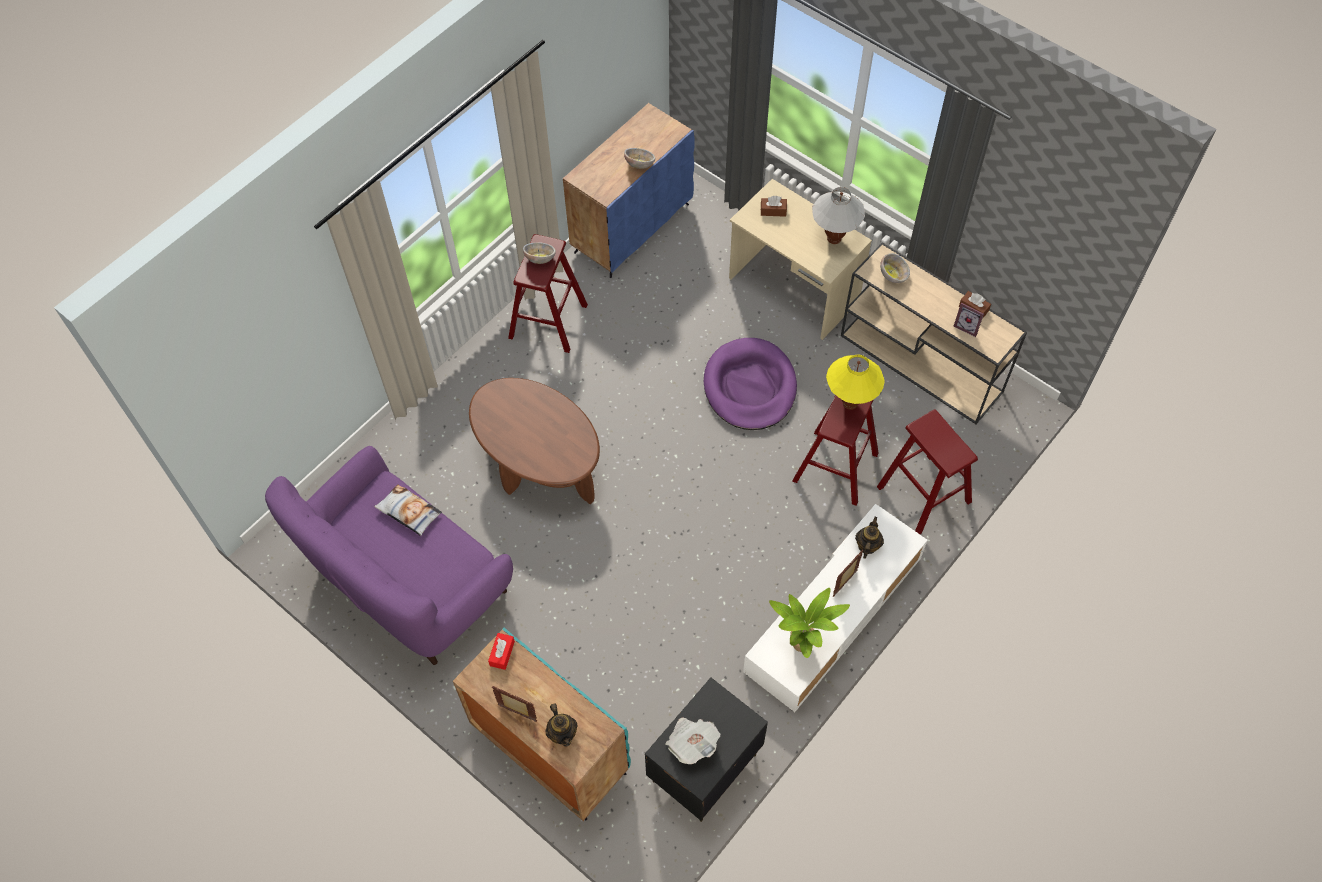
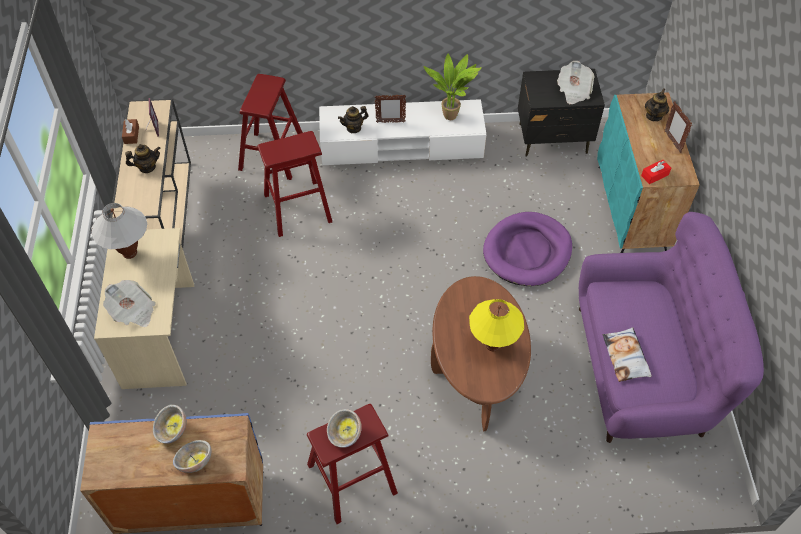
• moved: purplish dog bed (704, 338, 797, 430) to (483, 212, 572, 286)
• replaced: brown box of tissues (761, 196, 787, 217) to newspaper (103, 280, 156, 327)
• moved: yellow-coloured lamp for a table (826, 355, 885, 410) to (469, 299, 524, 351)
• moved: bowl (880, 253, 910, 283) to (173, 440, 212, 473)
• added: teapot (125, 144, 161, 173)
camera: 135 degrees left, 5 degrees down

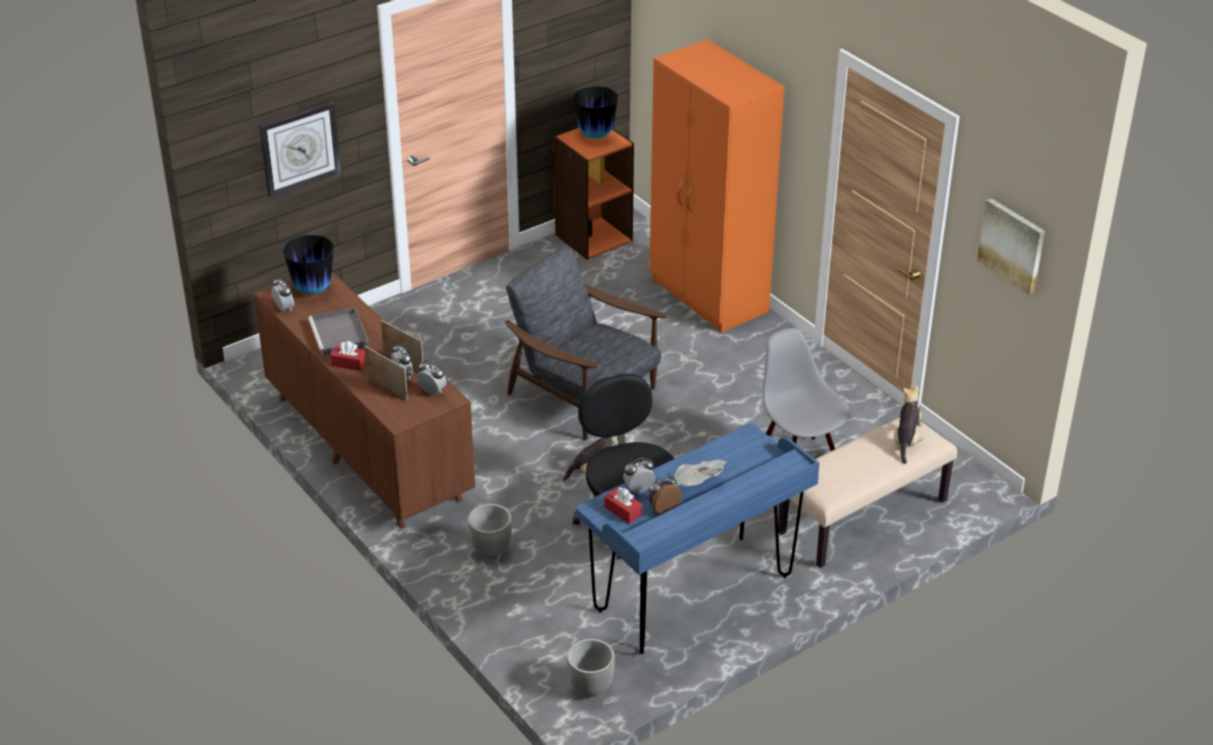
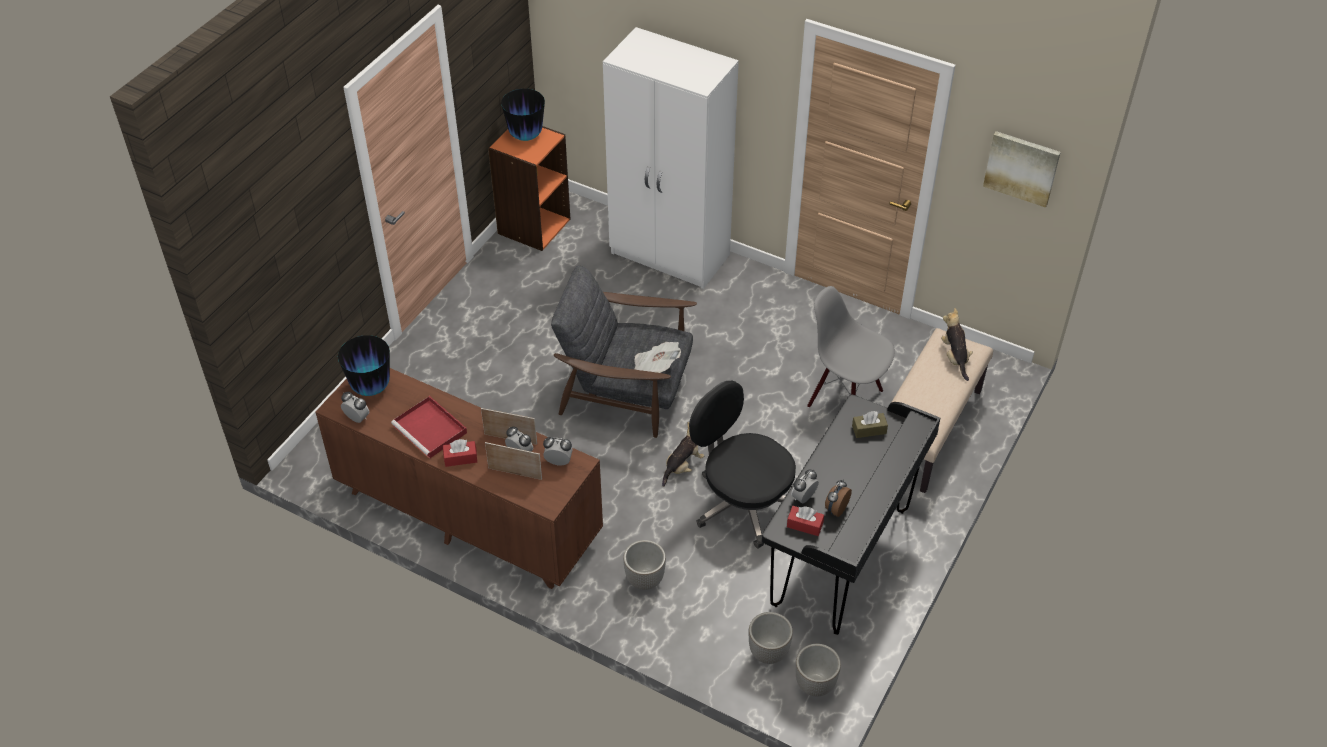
• removed: clock on the wall (259, 101, 341, 198)
• recoloured: greyish serving tray (308, 308, 369, 356) to reddish serving tray (391, 396, 467, 459)
• recoloured: blue desk table (576, 423, 819, 654) to black-coloured desk table (762, 394, 940, 635)
• recoloured: orangey clothes cupboard (649, 39, 784, 333) to white clothes cupboard (603, 27, 739, 289)
• moved: newspaper (668, 459, 727, 486) to (635, 342, 681, 373)
• added: flower pot (748, 612, 793, 664)
• added: brown box of tissues (852, 411, 888, 438)
camera: 25 degrees left, 10 degrees up

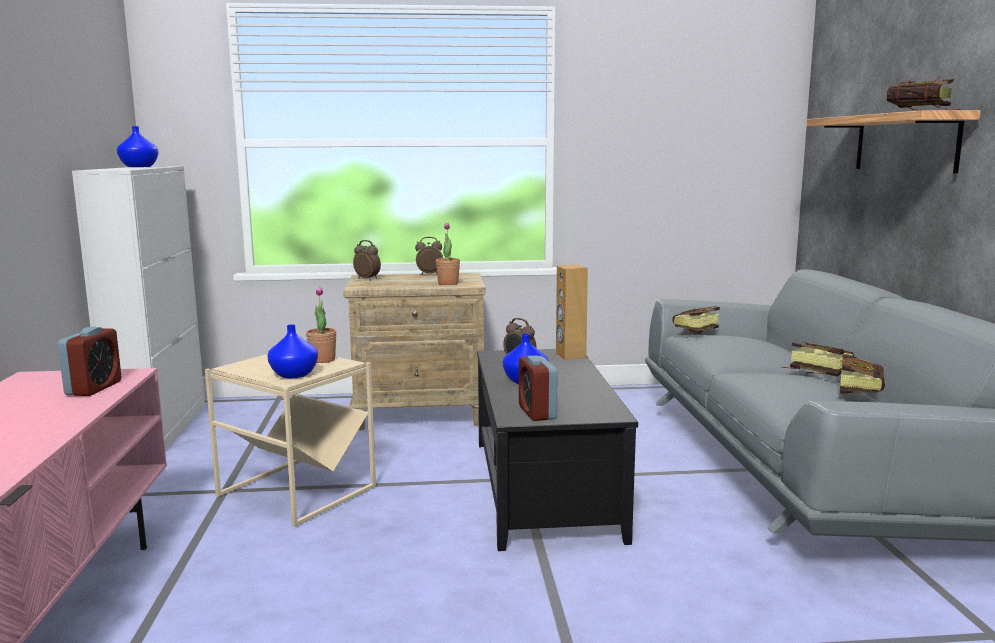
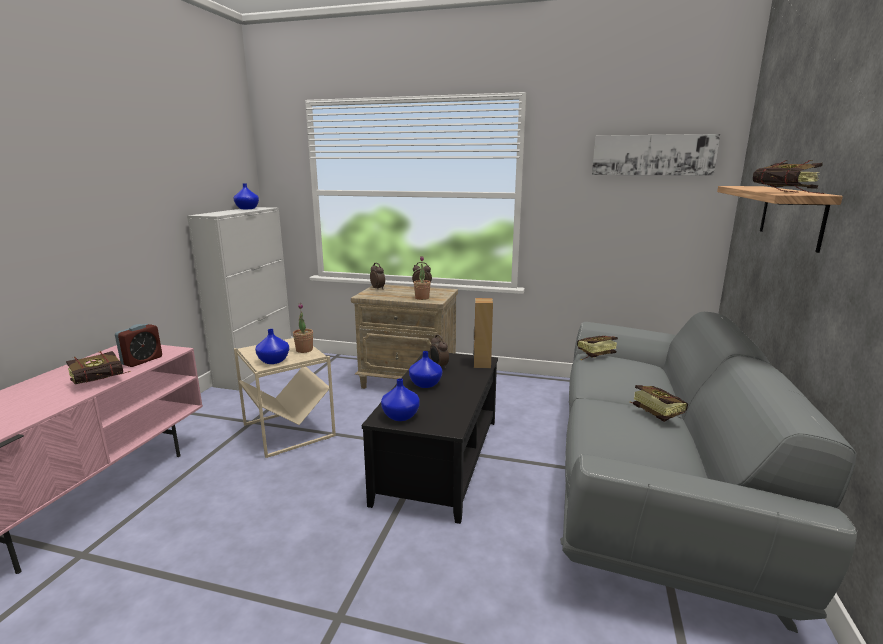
• replaced: bedside clock (519, 355, 558, 421) to blue flower vase (381, 378, 420, 421)
• moved: book (840, 354, 885, 394) to (66, 351, 130, 384)
• added: wall art (592, 134, 720, 176)
camera: 20 degrees right, 5 degrees up

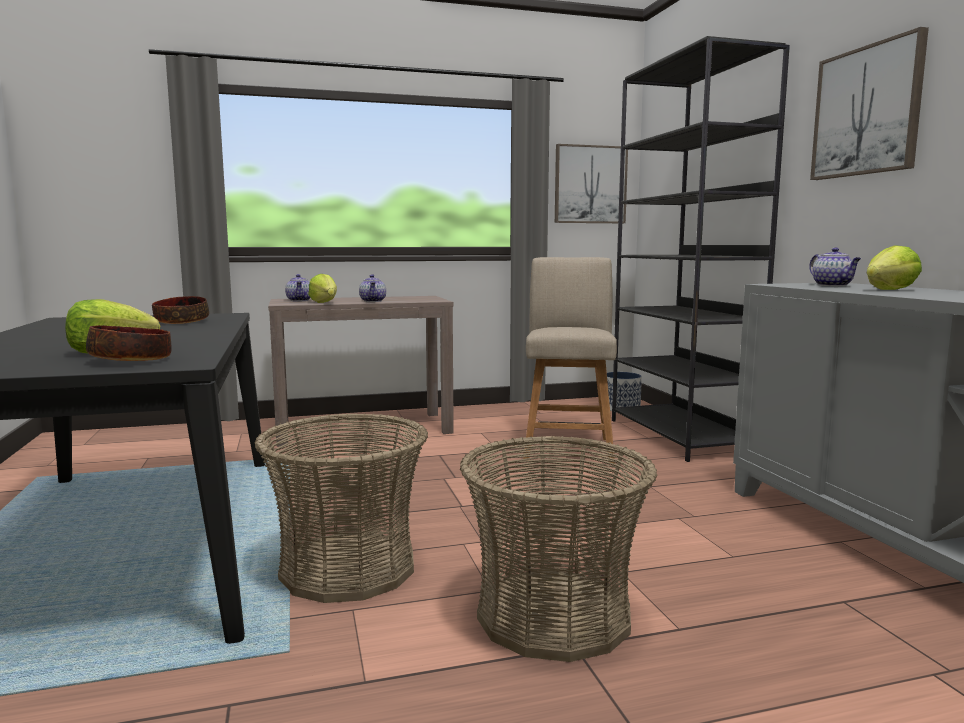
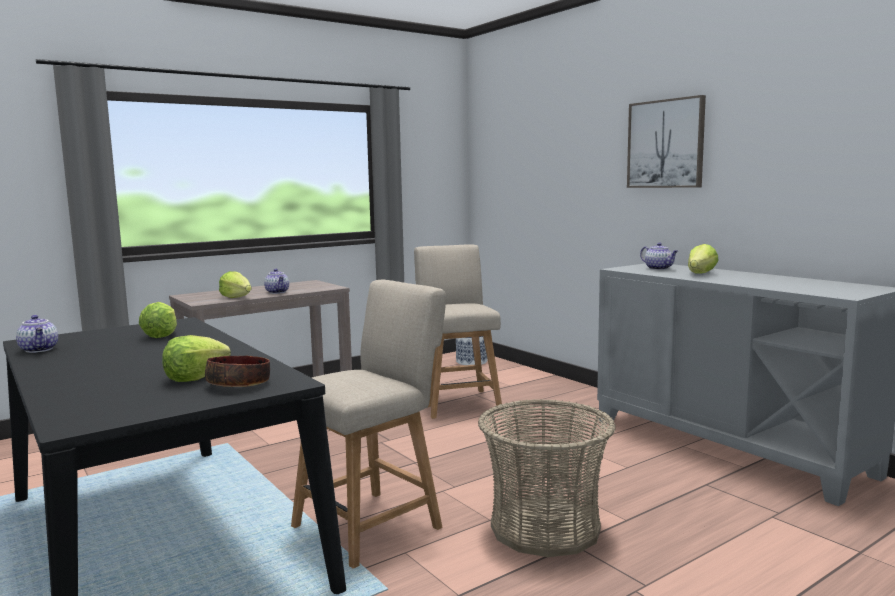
• replaced: bowl (152, 296, 209, 324) to lettuce (139, 302, 177, 338)
• replaced: basket (255, 413, 428, 603) to beige-coloured plain chair (291, 280, 446, 569)
• moved: teapot (285, 274, 310, 301) to (16, 315, 58, 353)
• removed: wall art (555, 144, 628, 223)
• removed: black-coloured bookshelf (612, 36, 790, 462)
camera: 20 degrees left, 0 degrees up

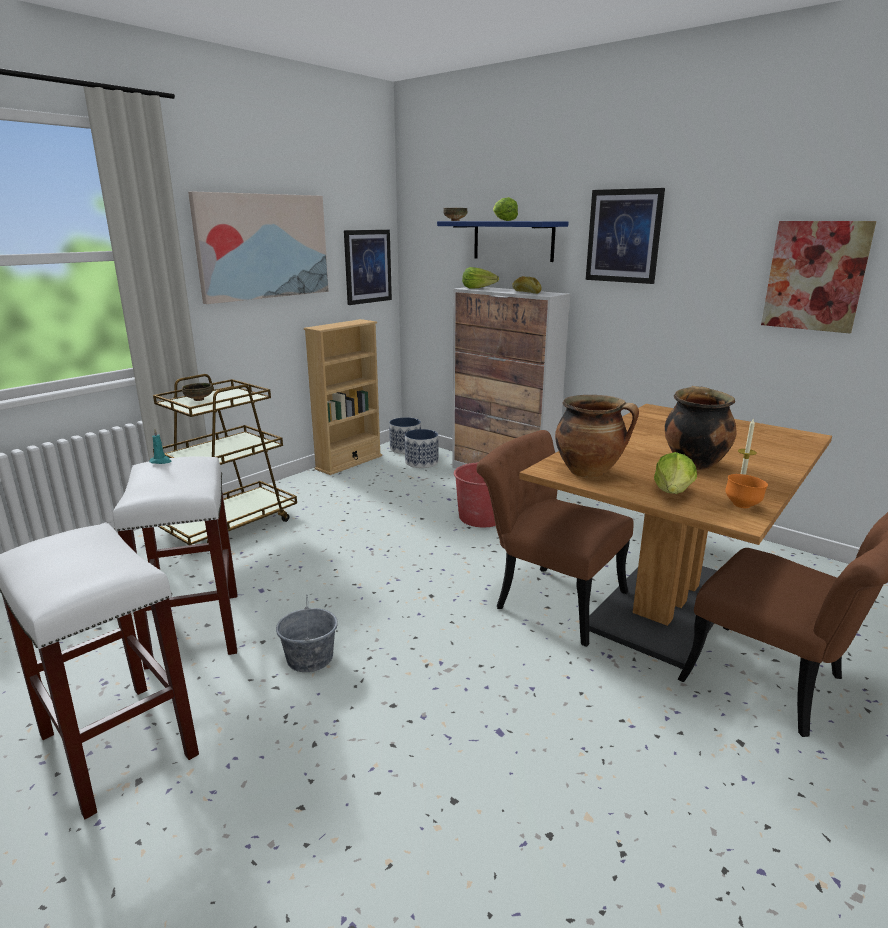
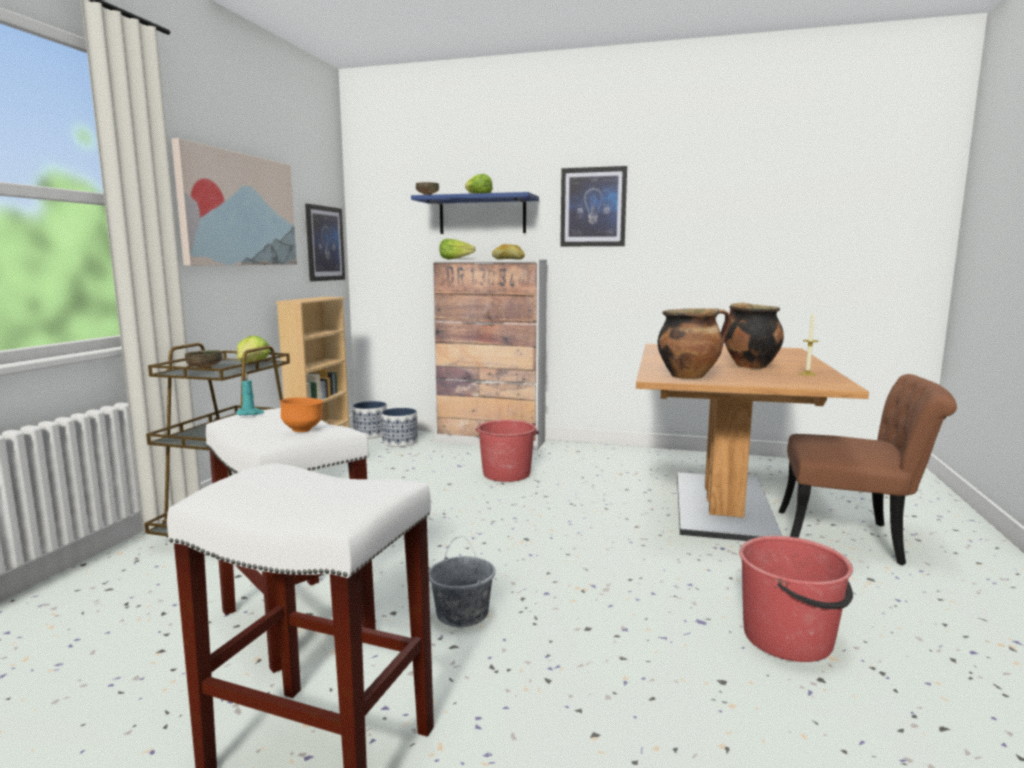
• removed: brown plain chair (476, 430, 634, 647)
• moved: lettuce (654, 452, 697, 494) to (237, 335, 271, 363)
• moved: orangey bowl (725, 474, 768, 508) to (280, 397, 323, 432)
• removed: wall art (761, 221, 876, 333)
• added: reddish bucket (739, 536, 853, 662)
camera: 25 degrees left, 10 degrees down

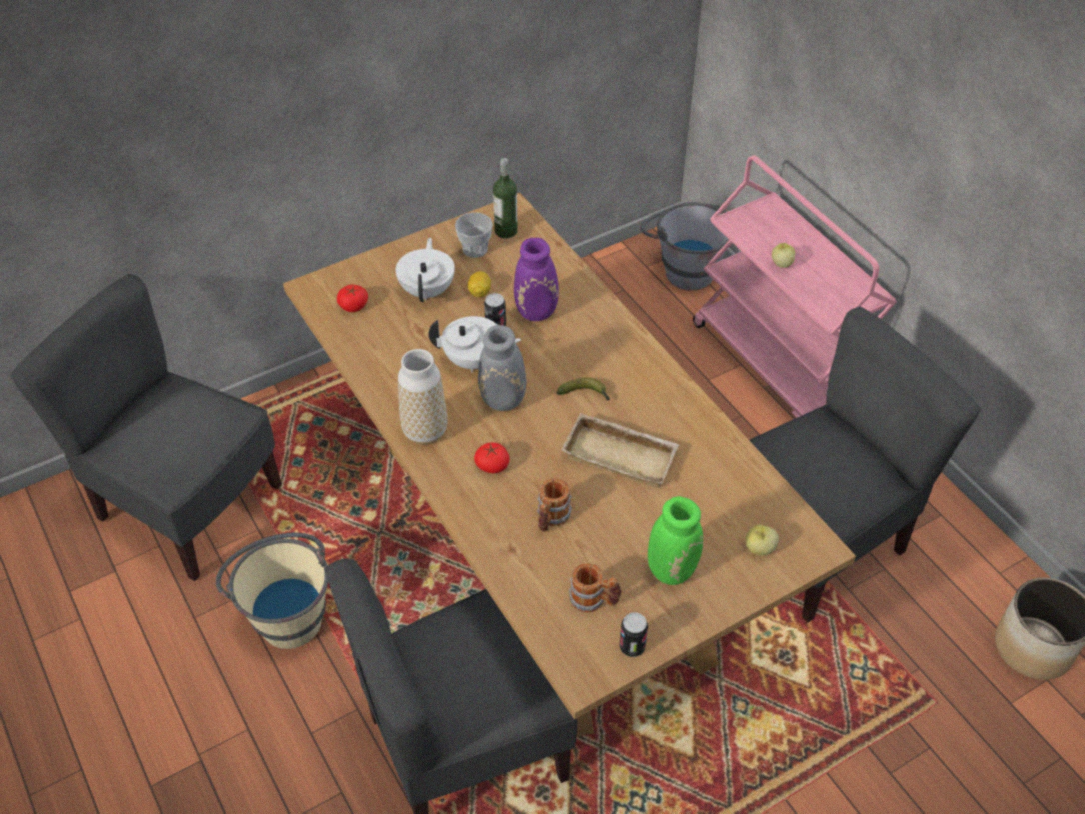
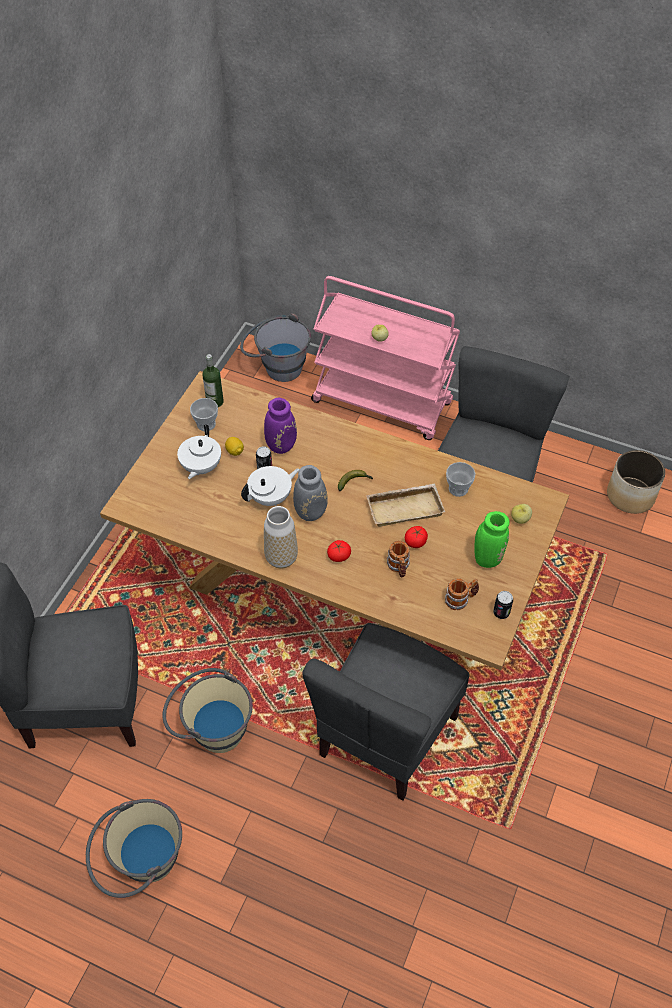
• moved: fresh tomato (337, 285, 368, 312) to (405, 526, 428, 548)
• turned: white teapot (396, 238, 455, 302) = (177, 424, 221, 479) 135 degrees counterclockwise
• added: beige-coloured bucket (86, 799, 182, 898)
• added: small cup (446, 462, 476, 497)
camera: 35 degrees left, 5 degrees up

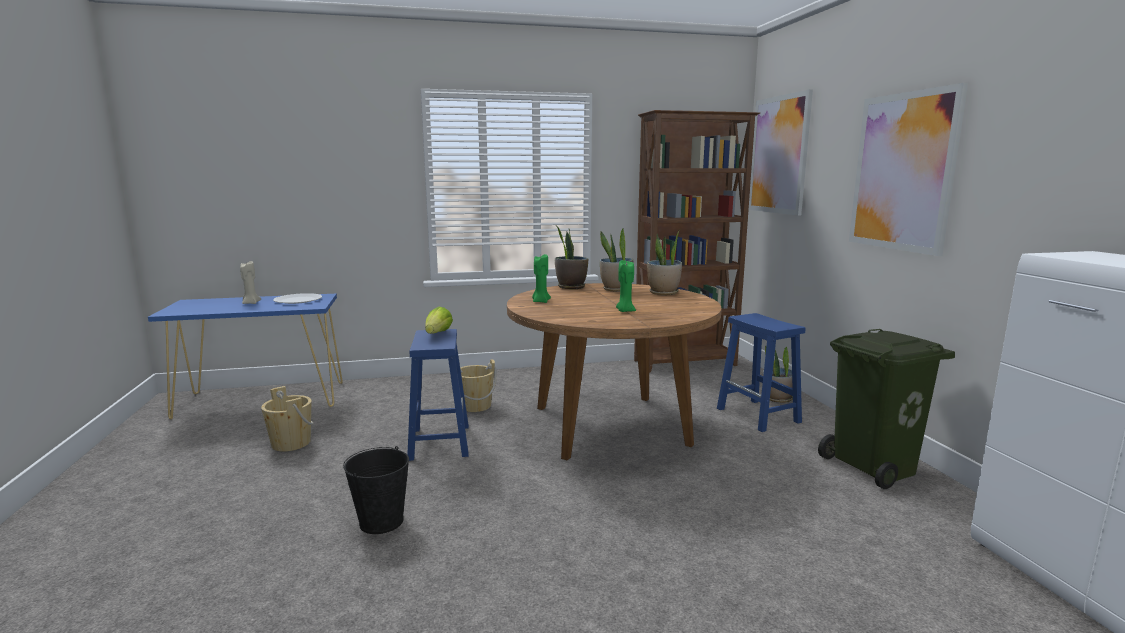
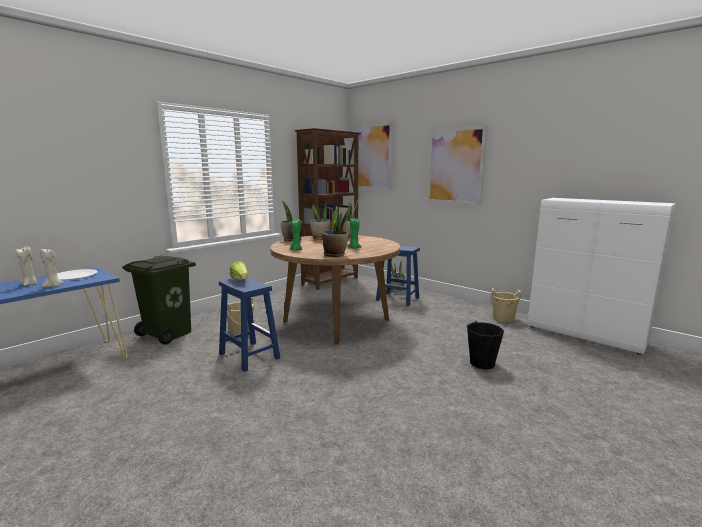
• moved: beige-coloured bucket (261, 386, 313, 451) to (490, 288, 521, 322)
• moved: black-coloured bucket (343, 446, 409, 534) to (467, 321, 504, 369)
• moved: green-coloured waste bin (818, 329, 955, 489) to (122, 256, 196, 344)
• added: beige-coloured wax light (40, 249, 64, 287)
• added: plant in a pot (322, 206, 348, 257)
camera: 35 degrees left, 0 degrees up

